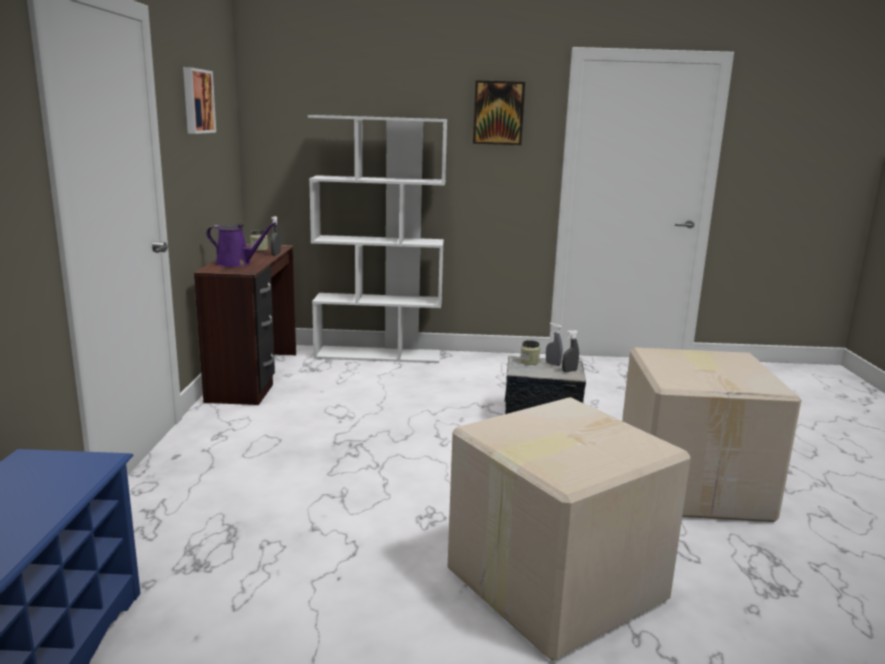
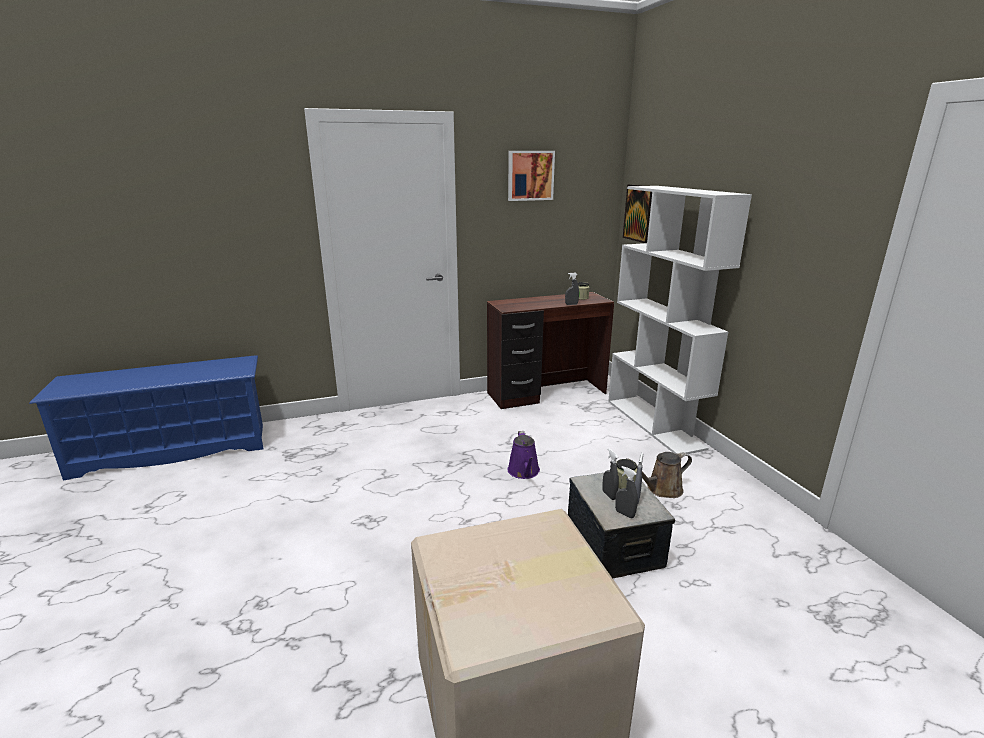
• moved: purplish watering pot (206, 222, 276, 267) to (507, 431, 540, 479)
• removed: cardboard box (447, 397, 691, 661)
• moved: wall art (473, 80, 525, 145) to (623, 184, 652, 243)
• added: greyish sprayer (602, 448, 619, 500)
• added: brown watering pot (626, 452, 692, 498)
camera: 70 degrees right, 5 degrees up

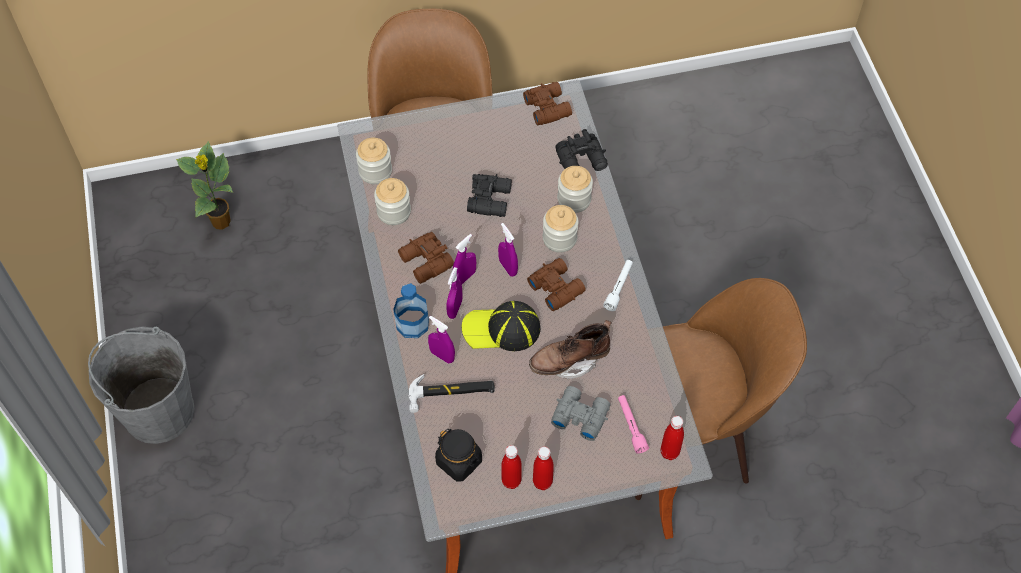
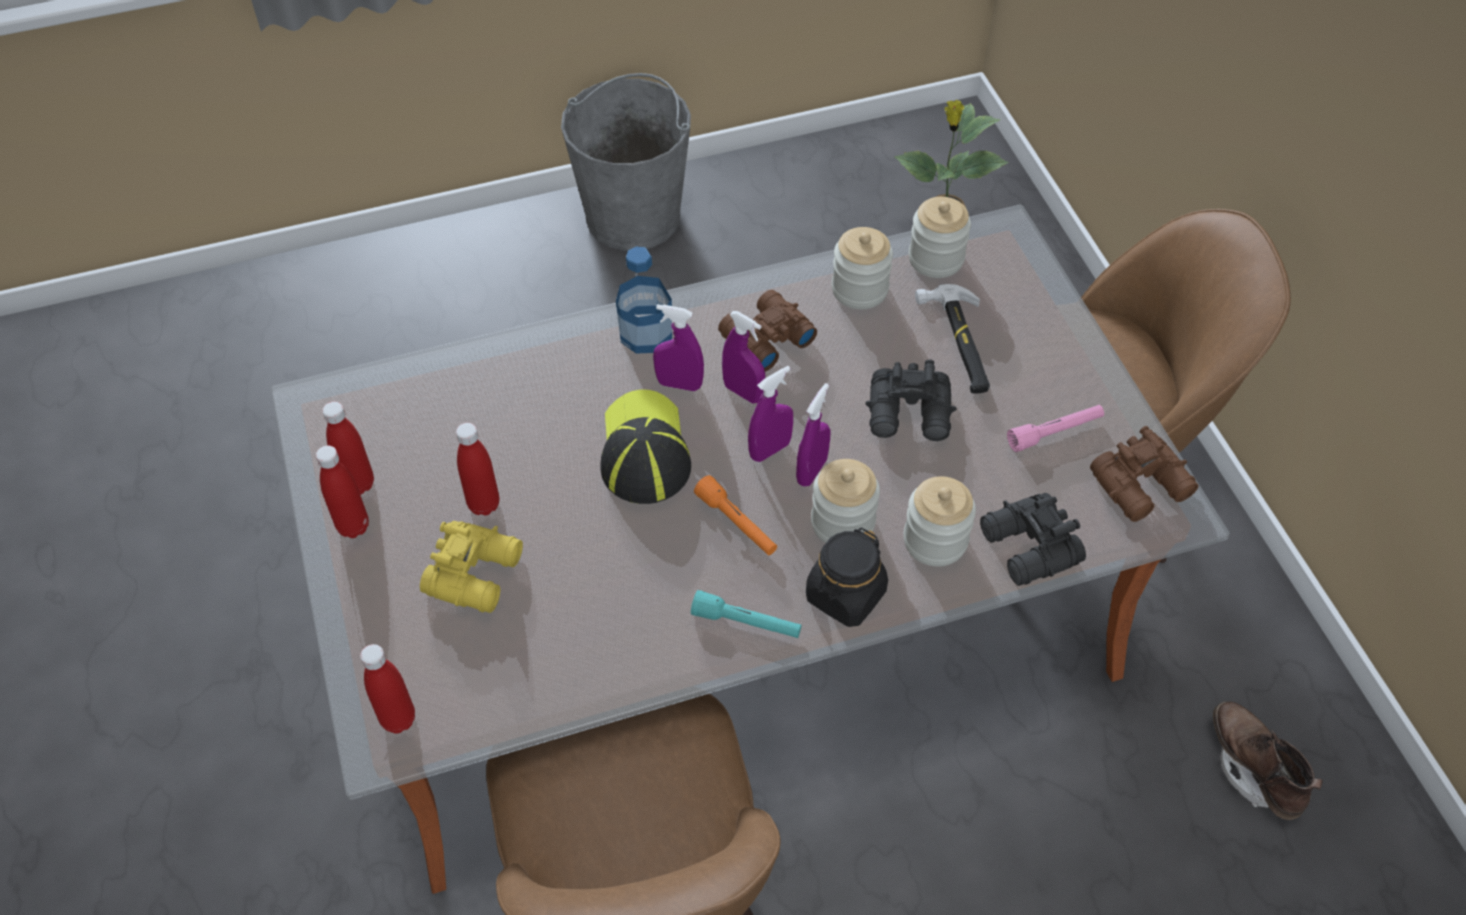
• moved: tool hammer (409, 374, 495, 413) to (915, 284, 990, 394)
• moved: purplish sprayer (428, 316, 455, 364) to (796, 383, 831, 487)
• moved: black-coloured storage jar (435, 429, 482, 482) to (806, 528, 888, 627)
• replaced: brown pair of binoculars (527, 258, 586, 311) to orangey flashlight (694, 475, 777, 555)
• moved: brown tall boot (529, 320, 612, 379) to (1213, 701, 1323, 820)
• recoloured: greyish pair of binoculars (551, 386, 611, 441) to yellow-coloured pair of binoculars (420, 521, 523, 613)
• recoloured: white flashlight (603, 260, 633, 311) to turquoise flashlight (691, 590, 801, 638)
• moved: pinkish flashlight (618, 395, 649, 454) to (1007, 405, 1104, 452)
• added: reddish beverage bottle (456, 423, 500, 516)
camera: 85 degrees right, 5 degrees down

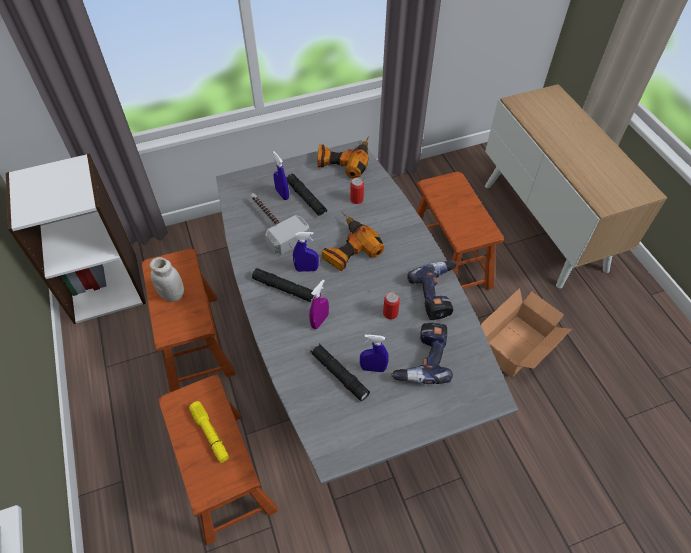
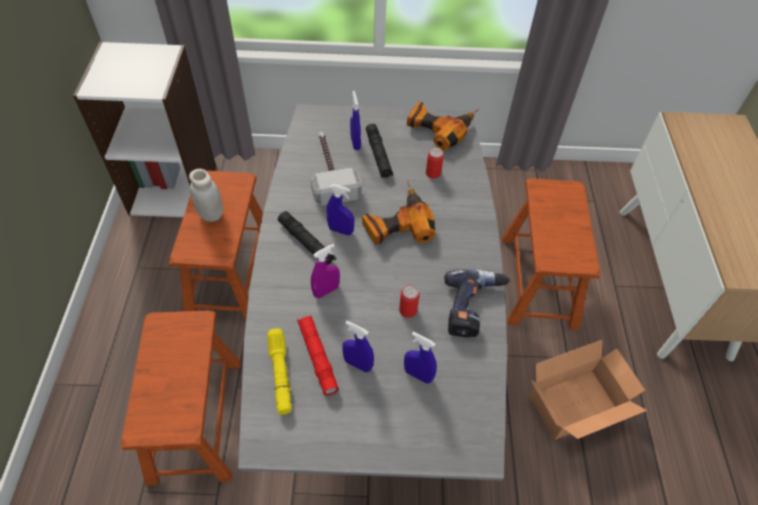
• moved: yellow-coloured flashlight (189, 401, 229, 463) to (267, 328, 292, 415)
• recoloured: black-coloured flashlight (310, 344, 370, 401) to reddish flashlight (297, 315, 339, 396)
• replaced: electric drill (391, 323, 453, 384) to blue sprayer (404, 332, 437, 384)
camera: 20 degrees right, 0 degrees up

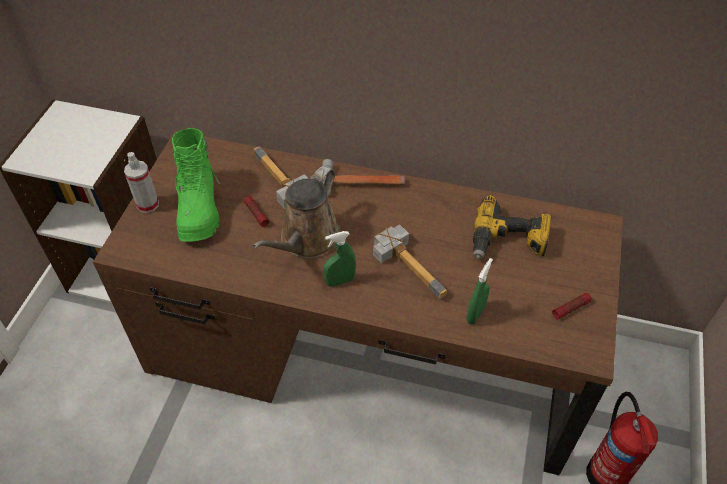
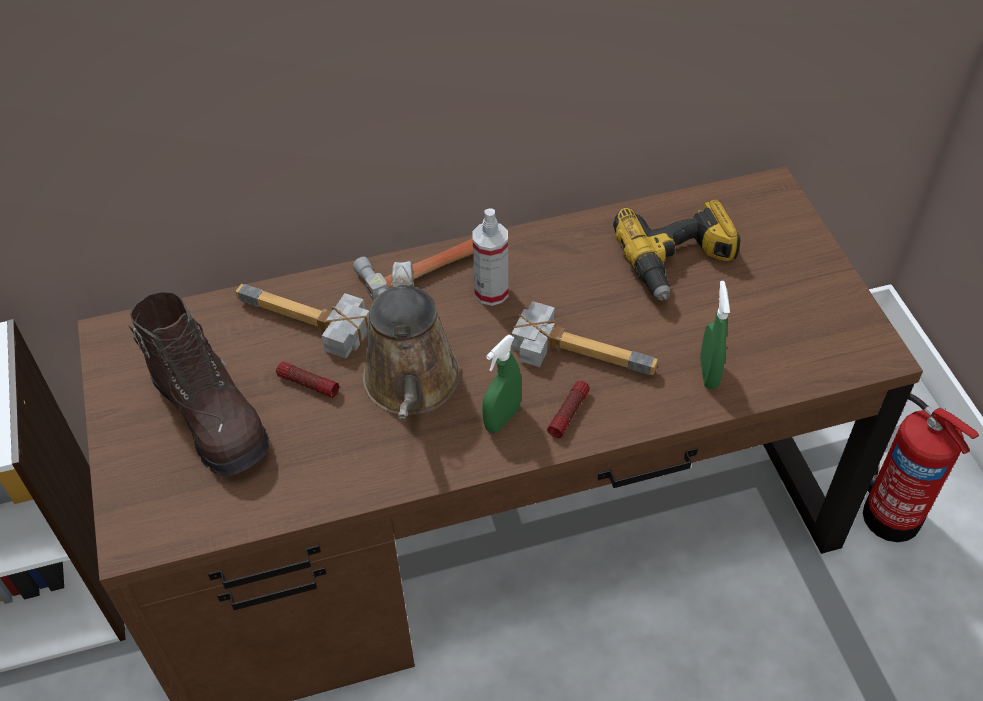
• moved: sprayer (124, 152, 159, 213) to (473, 208, 508, 306)
• recoloured: green-coloured tall boot (172, 128, 220, 242) to brown tall boot (129, 291, 269, 476)
• moved: flashlight (552, 293, 592, 320) to (547, 381, 590, 438)
camera: 30 degrees left, 0 degrees up

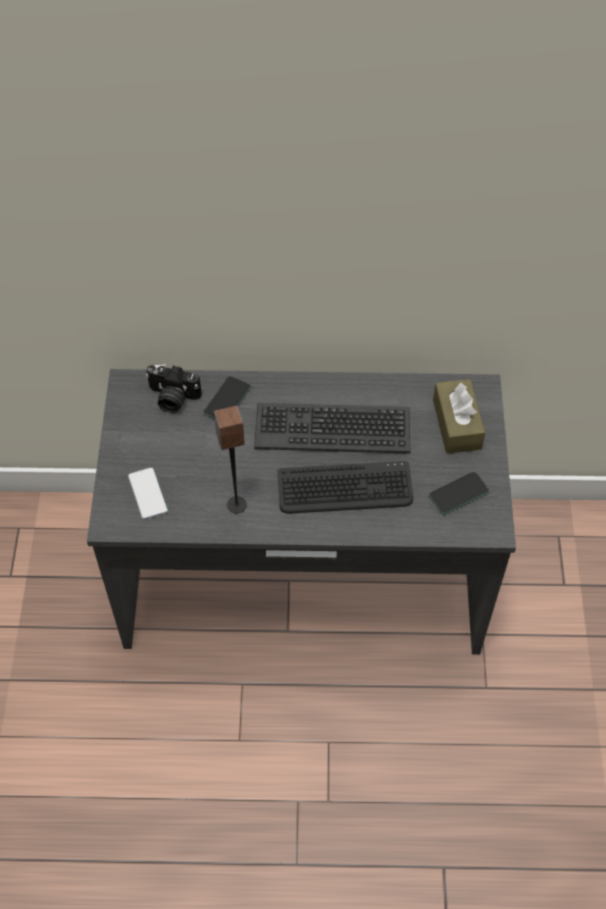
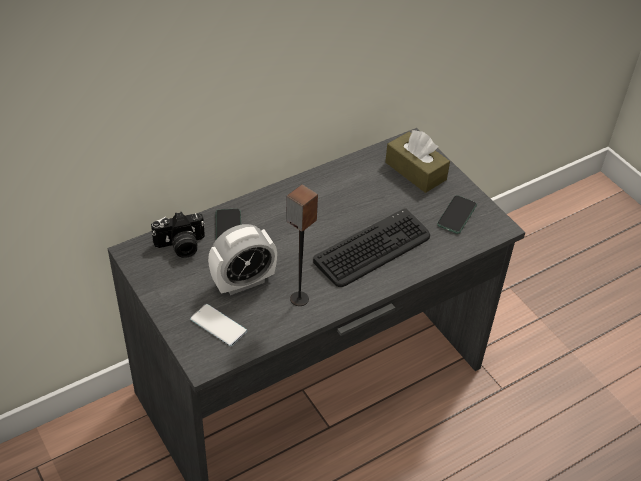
• removed: PC keyboard (254, 403, 410, 454)
• added: bedside clock (208, 224, 277, 295)
camera: 35 degrees left, 10 degrees down

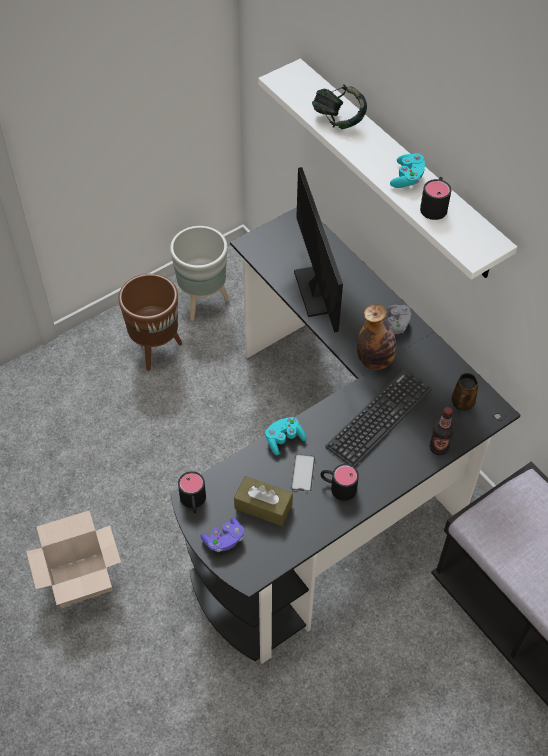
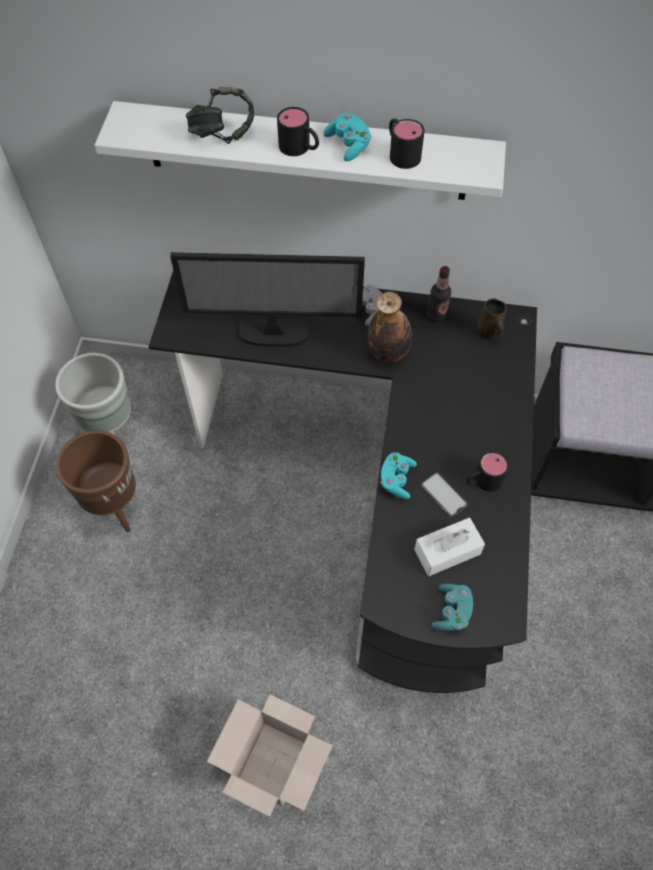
• moved: black-coloured coffee mug (178, 471, 206, 514) to (277, 107, 319, 156)
• recoloured: purplish joypad (201, 517, 244, 552) to turquoise joypad (432, 584, 473, 631)
• recoloured: brown box of tissues (234, 476, 293, 526) to white box of tissues (414, 518, 485, 576)
• turned: computer display (294, 167, 343, 333) = (170, 252, 365, 347) 150 degrees clockwise
• removed: PC keyboard (325, 370, 432, 467)
• moved: beverage bottle (429, 407, 454, 455) to (427, 266, 451, 322)
camera: 45 degrees left, 5 degrees up

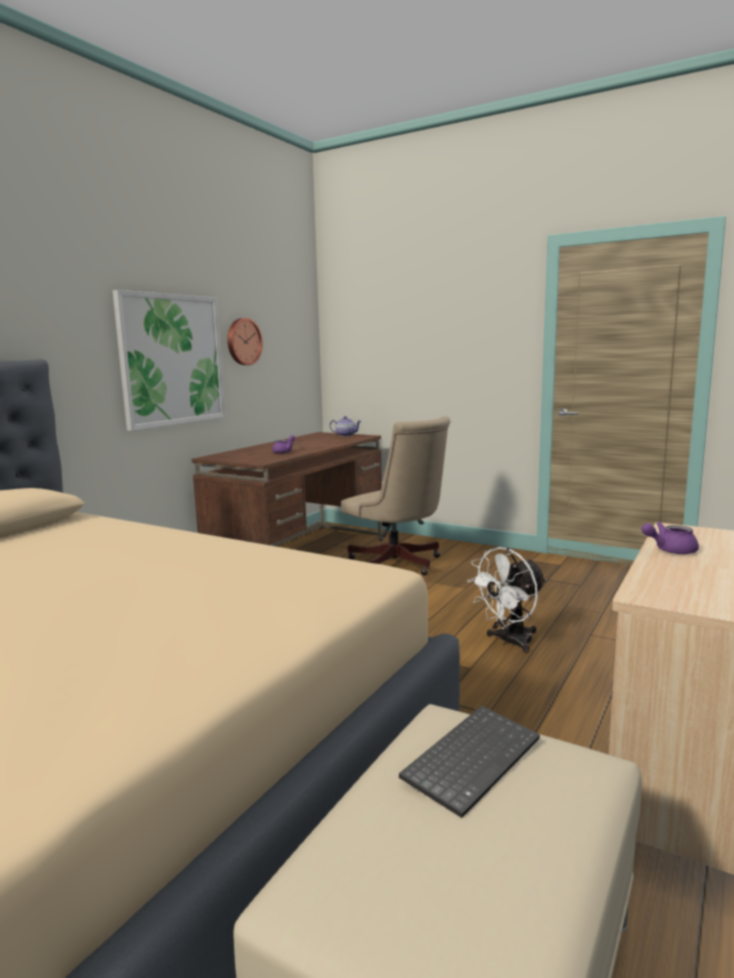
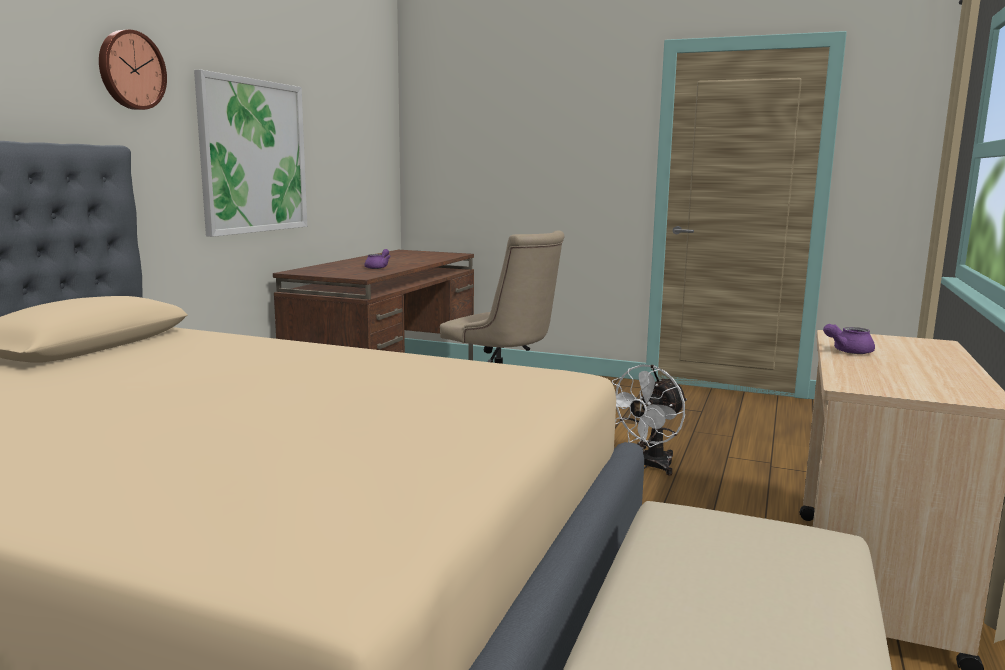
• moved: clock on the wall (227, 318, 263, 365) to (99, 30, 167, 110)
• removed: teapot (329, 416, 361, 436)
• removed: PC keyboard (399, 706, 540, 818)
camera: 10 degrees left, 0 degrees up

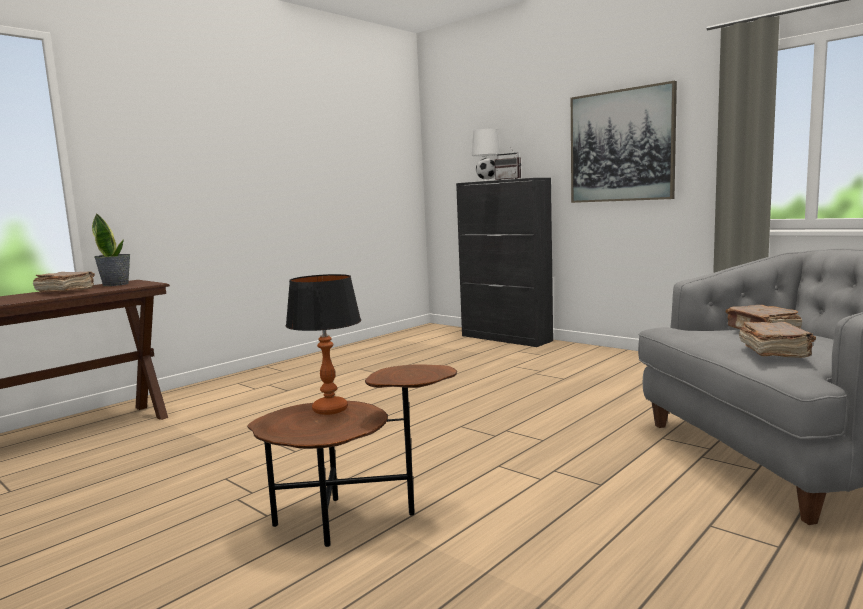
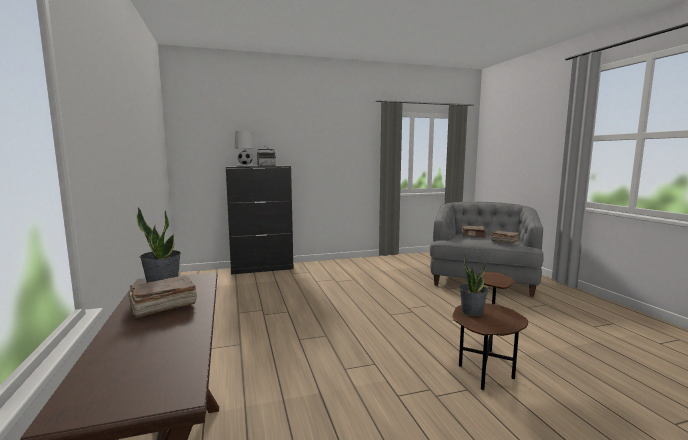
• replaced: lamp for a table (286, 274, 361, 415) to plant in a pot (459, 255, 489, 316)
• removed: wall art (571, 81, 677, 203)
camera: 60 degrees left, 0 degrees up

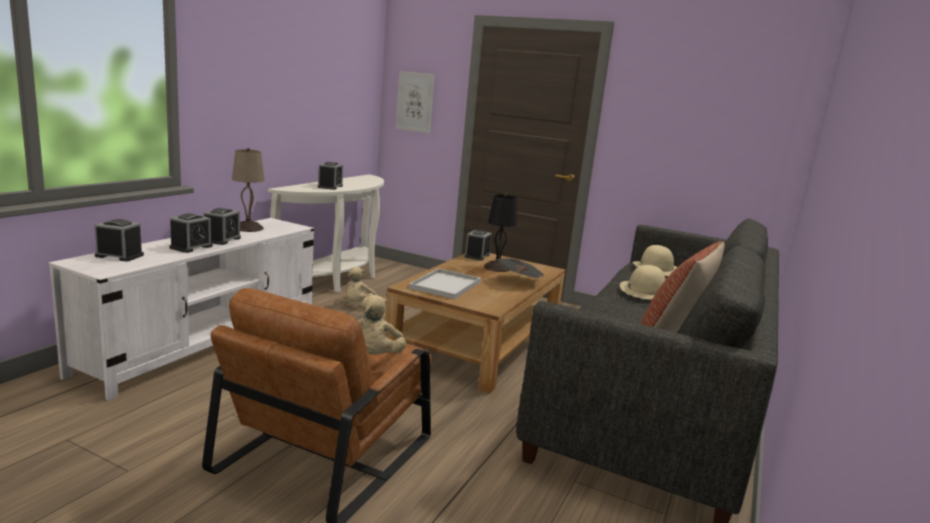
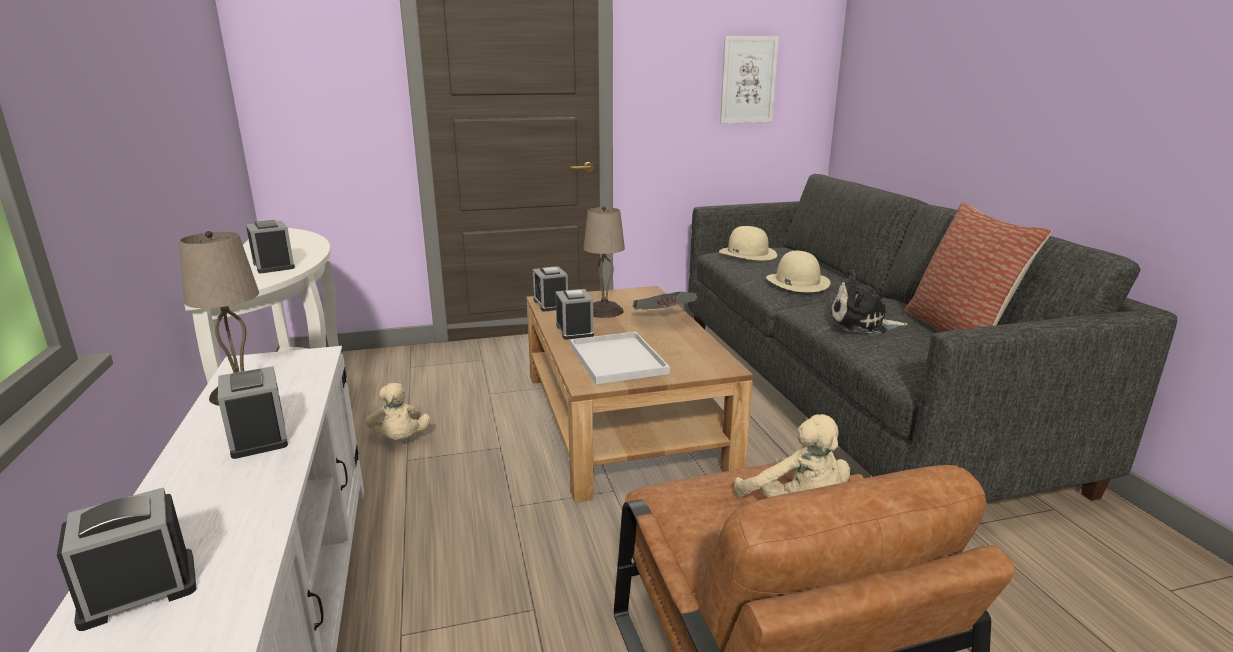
• moved: bedside clock (170, 213, 213, 253) to (556, 289, 594, 340)
• moved: wall art (396, 71, 435, 133) to (720, 36, 779, 124)
• recoloured: black-coloured lamp for a table (484, 194, 517, 272) to beige-coloured lamp for a table (583, 206, 625, 318)
• added: plush toy (830, 270, 908, 334)
camera: 40 degrees left, 5 degrees up

